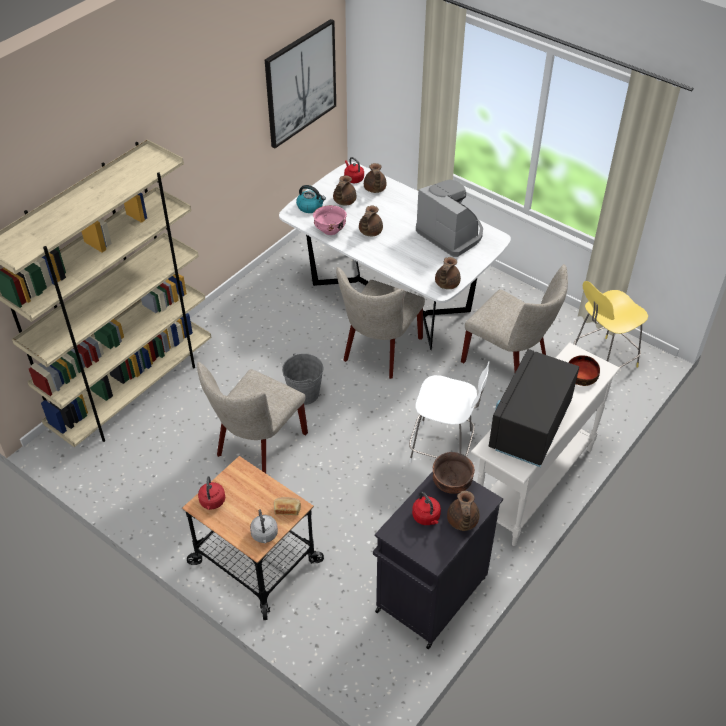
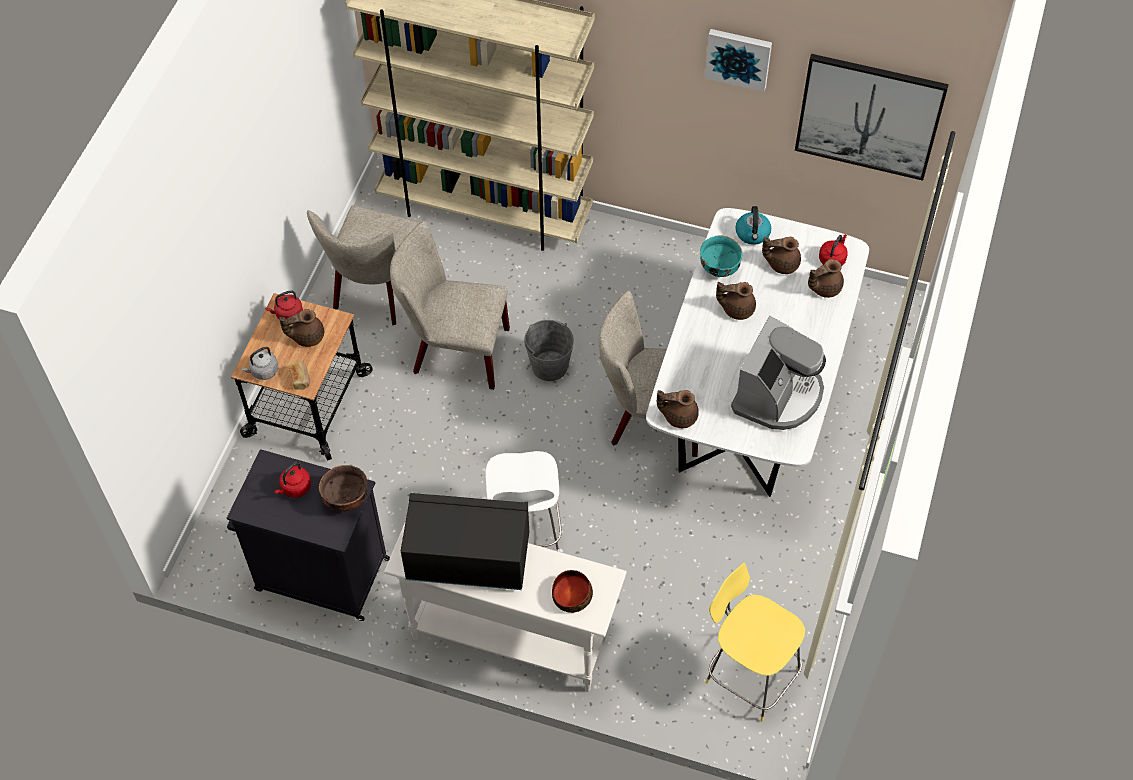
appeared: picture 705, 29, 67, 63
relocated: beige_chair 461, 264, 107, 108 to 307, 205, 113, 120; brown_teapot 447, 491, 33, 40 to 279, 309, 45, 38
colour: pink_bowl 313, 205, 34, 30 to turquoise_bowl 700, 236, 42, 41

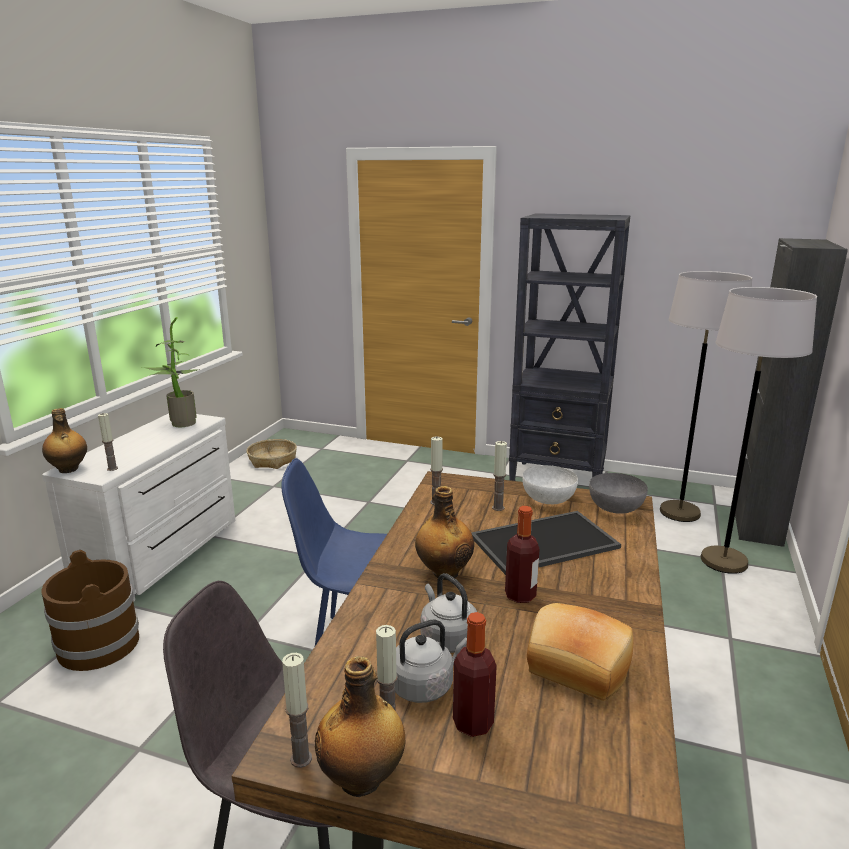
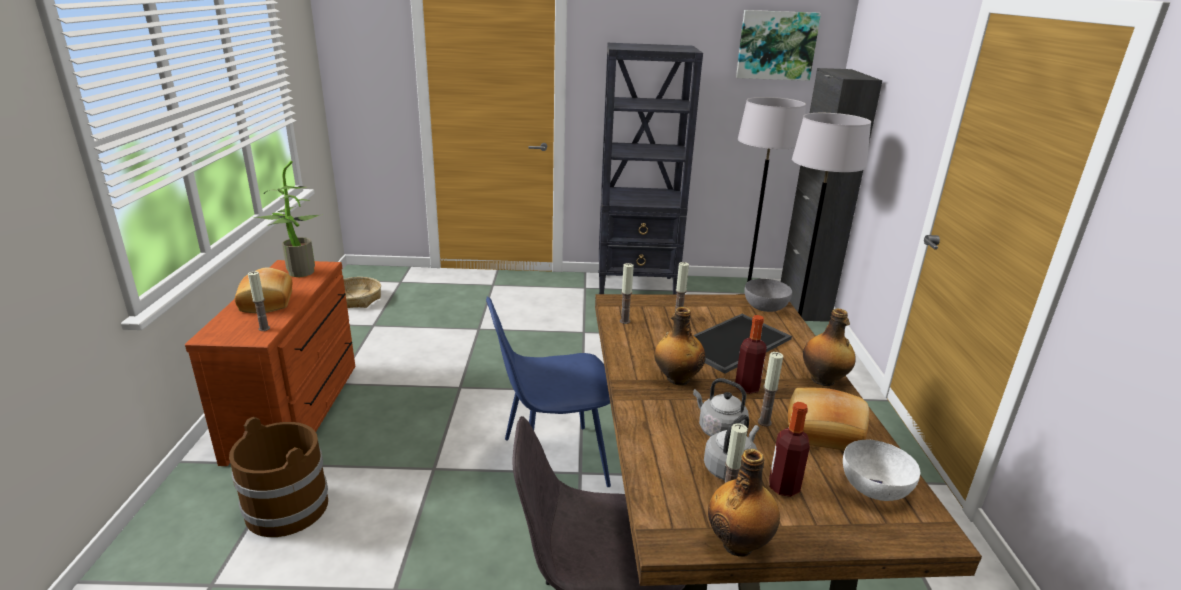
appeared: picture 736, 10, 85, 71; bread 235, 267, 57, 46
relocated: bottle 42, 408, 45, 65 to 803, 308, 53, 78; white_bowl 522, 465, 56, 39 to 843, 440, 77, 61; candle 282, 653, 30, 115 to 758, 352, 25, 75
colour: white_dresser 42, 414, 193, 188 to brown_dresser 185, 260, 170, 206

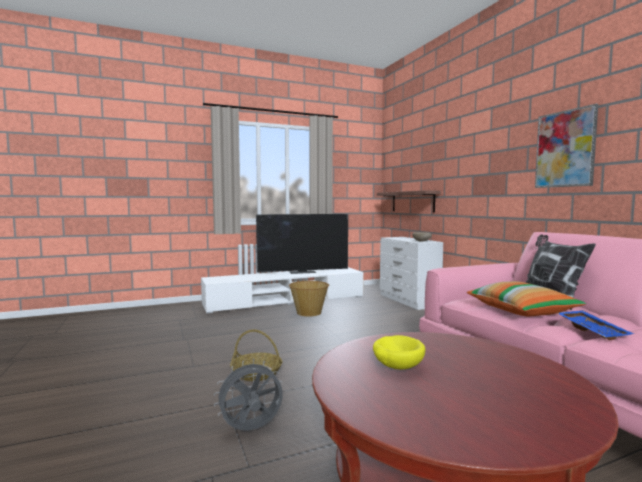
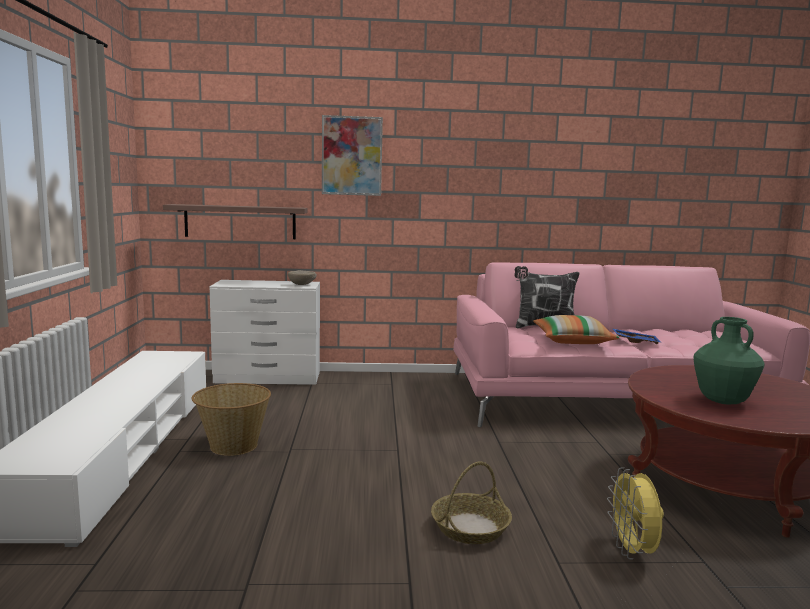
missing: television 256, 214, 92, 60
relocated: picture 535, 104, 63, 84 to 322, 115, 61, 81
exchanged: yellow_bowl 373, 335, 52, 34 to green_vase 693, 317, 72, 87
colour: grey_fan 214, 359, 69, 71 to yellow_fan 607, 467, 57, 93

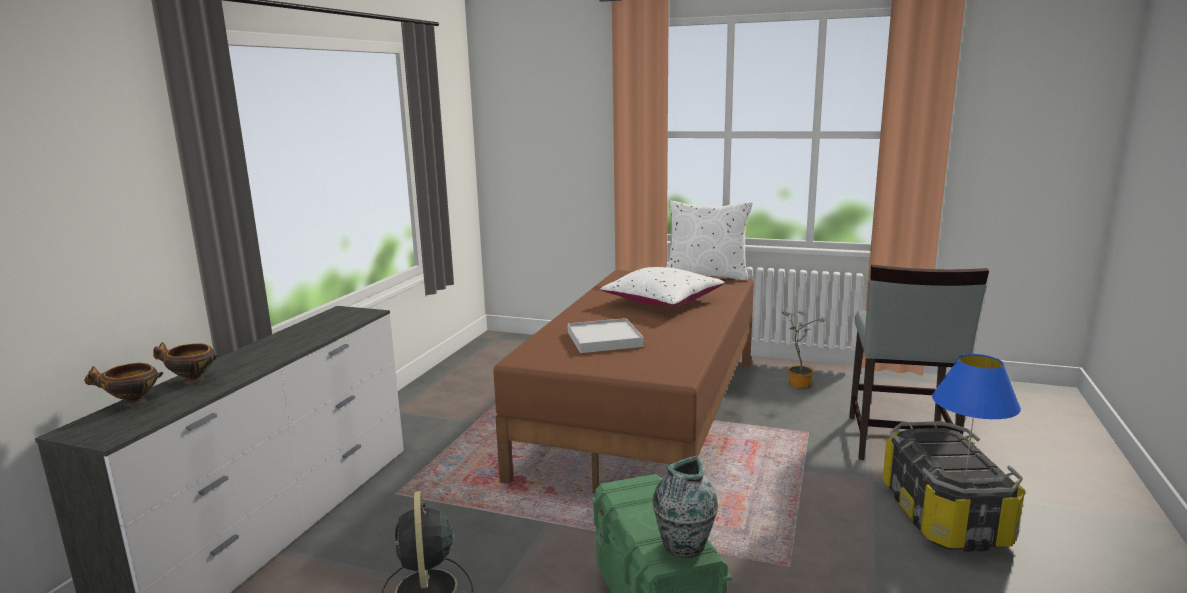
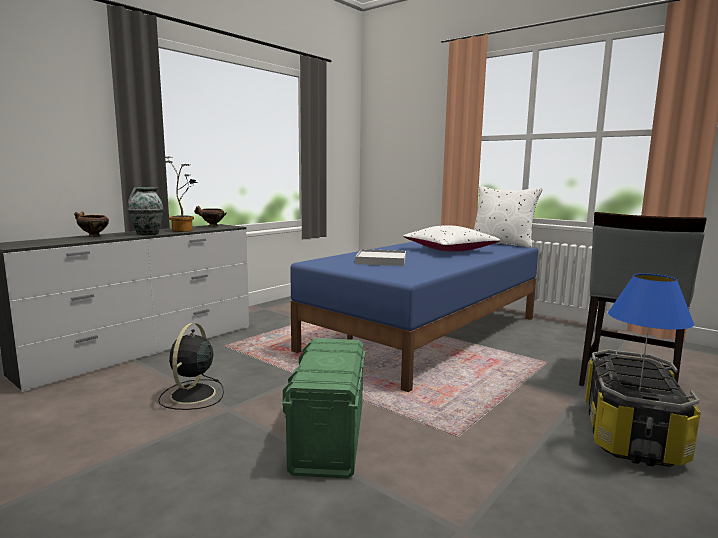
relocated: potted_plant 782, 311, 45, 78 to 164, 157, 34, 75; bowl 84, 363, 79, 43 to 194, 206, 33, 20; vase 652, 456, 66, 102 to 128, 187, 36, 48
colour: brown_bed 493, 270, 261, 223 to blue_bed 290, 242, 248, 150

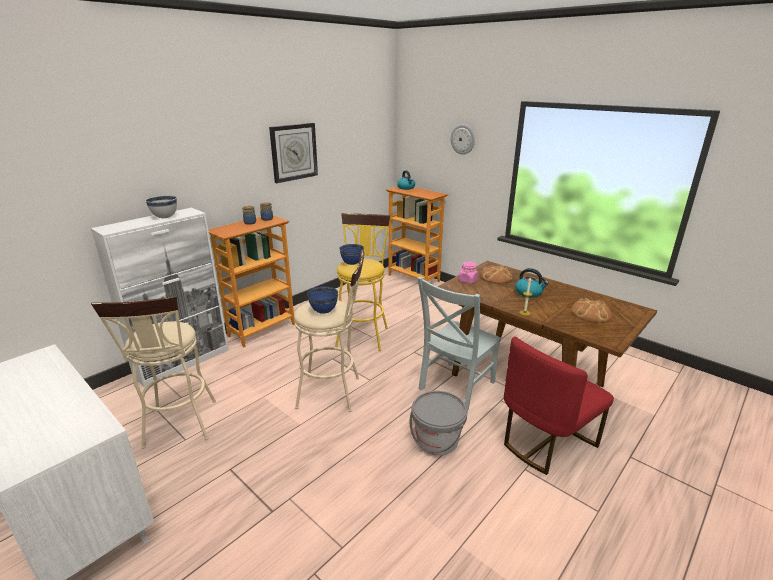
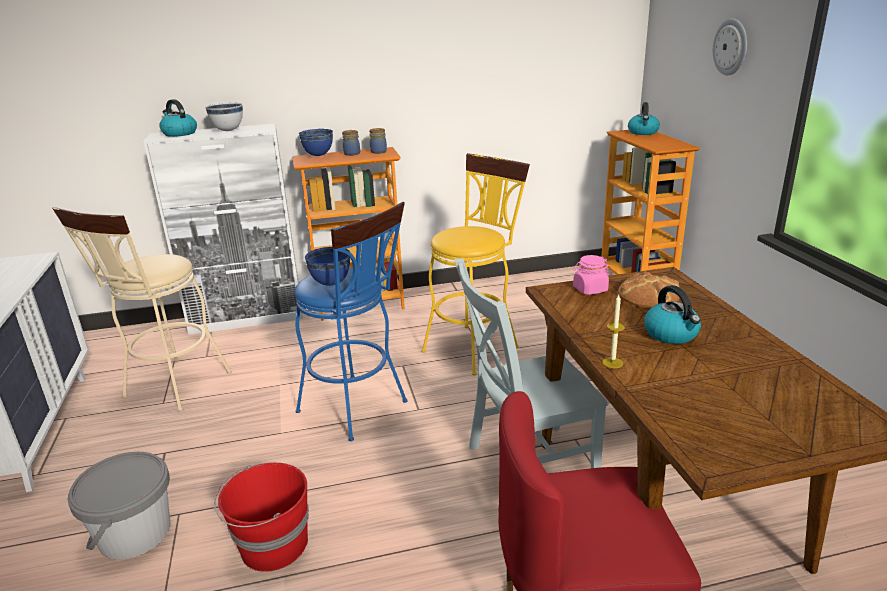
missing: wall_clock 269, 123, 49, 60; bread 571, 298, 41, 25
appeared: kettle 159, 99, 38, 38; red_bucket 214, 463, 95, 109
relocated: blue_bowl 339, 244, 25, 21 to 299, 129, 34, 27; grey_bucket 410, 391, 58, 65 to 68, 452, 103, 108
colour: beige_stool 294, 249, 70, 163 to blue_stool 294, 202, 114, 239

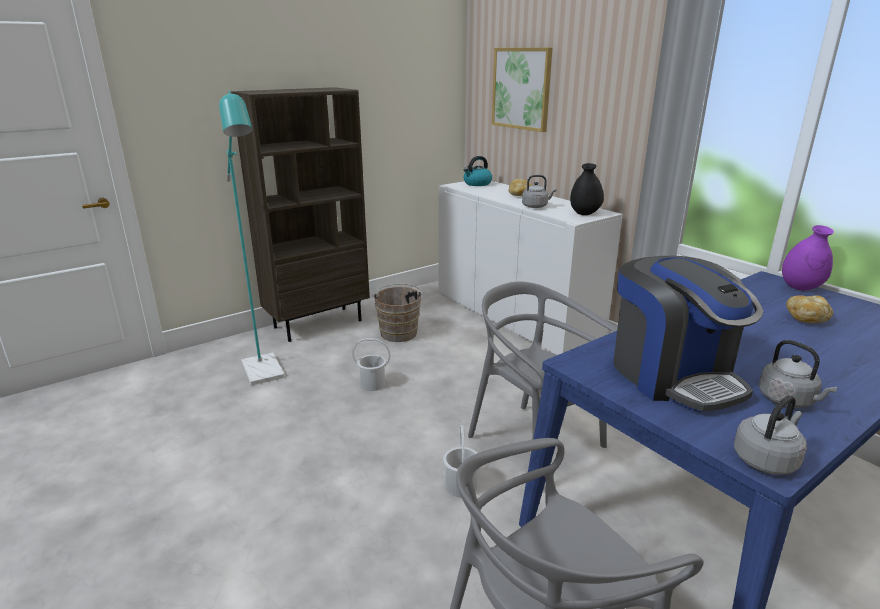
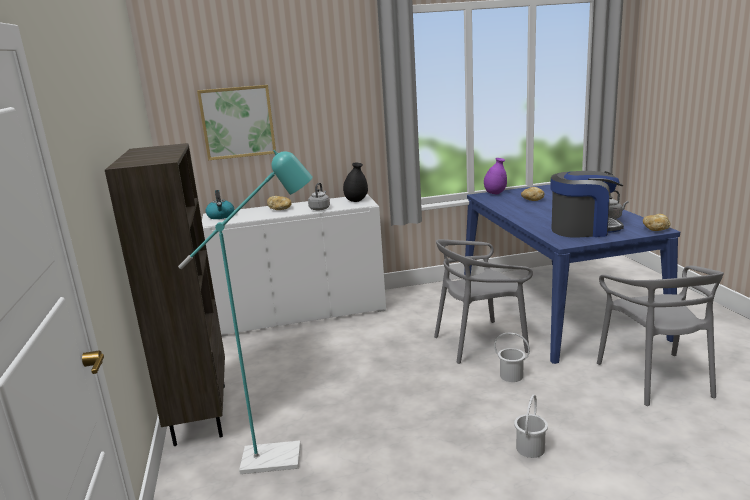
missing: brown_bucket 372, 284, 52, 58
relocated: white_bucket 352, 338, 38, 53 to 514, 395, 34, 63
exchanged: grey_kettle 734, 395, 73, 80 to bread 643, 214, 28, 17

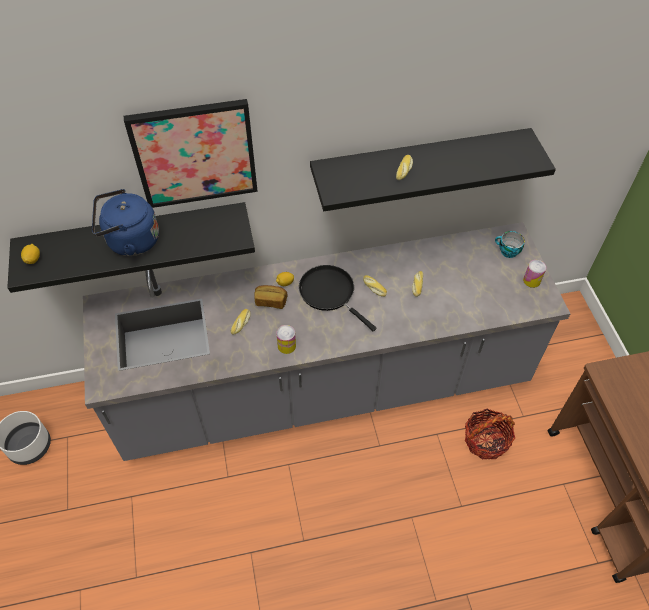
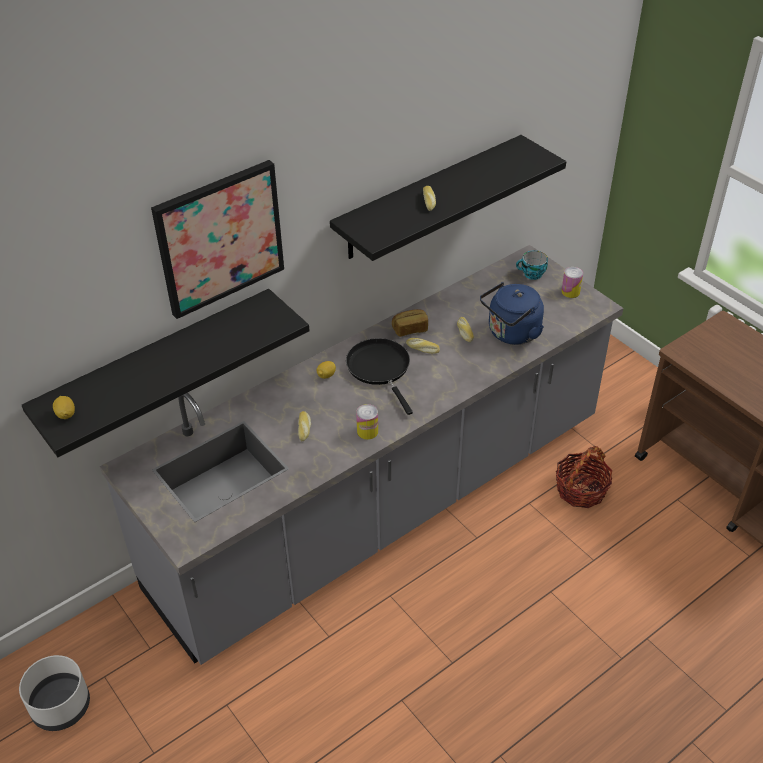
relocated: blue_kettle 92, 189, 67, 67 to 480, 282, 64, 63; bread 254, 285, 34, 24 to 392, 309, 36, 28
spun: black_frying_pan 299, 265, 77, 66 = 346, 338, 67, 77 45 degrees clockwise

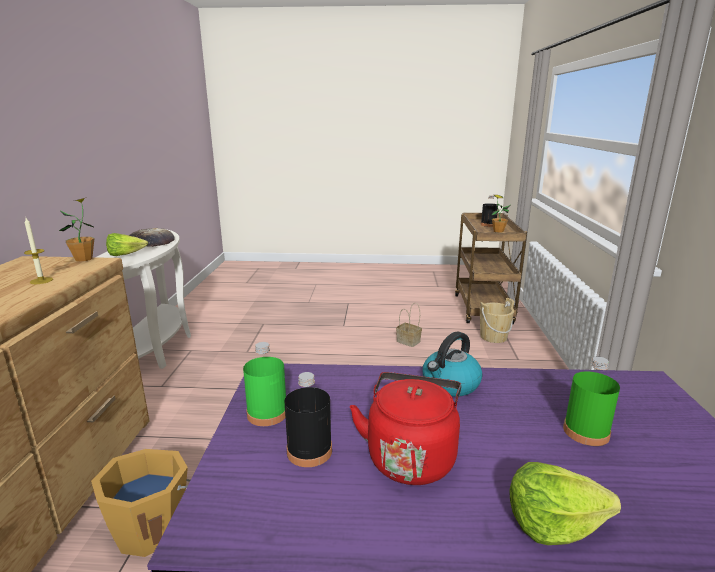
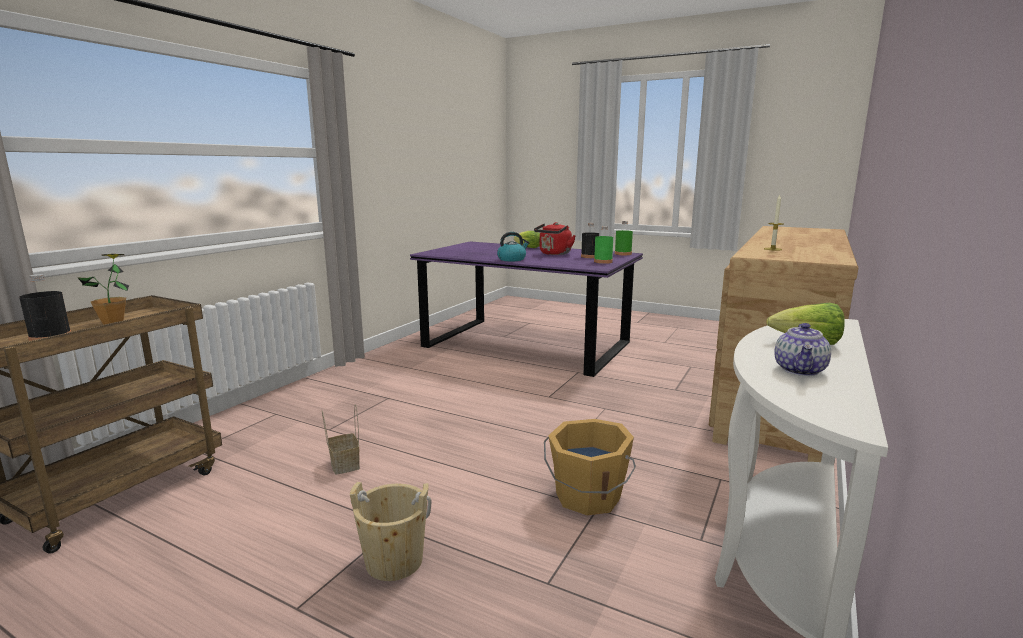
missing: potted_plant 59, 197, 36, 65
relocated: beige_bucket 480, 298, 35, 45 to 350, 482, 82, 99; green_bottle 563, 356, 57, 90 to 615, 221, 18, 34; orange_bucket 91, 449, 100, 108 to 544, 419, 92, 96
exchanged: bread 129, 228, 45, 19 to teapot 774, 323, 57, 53

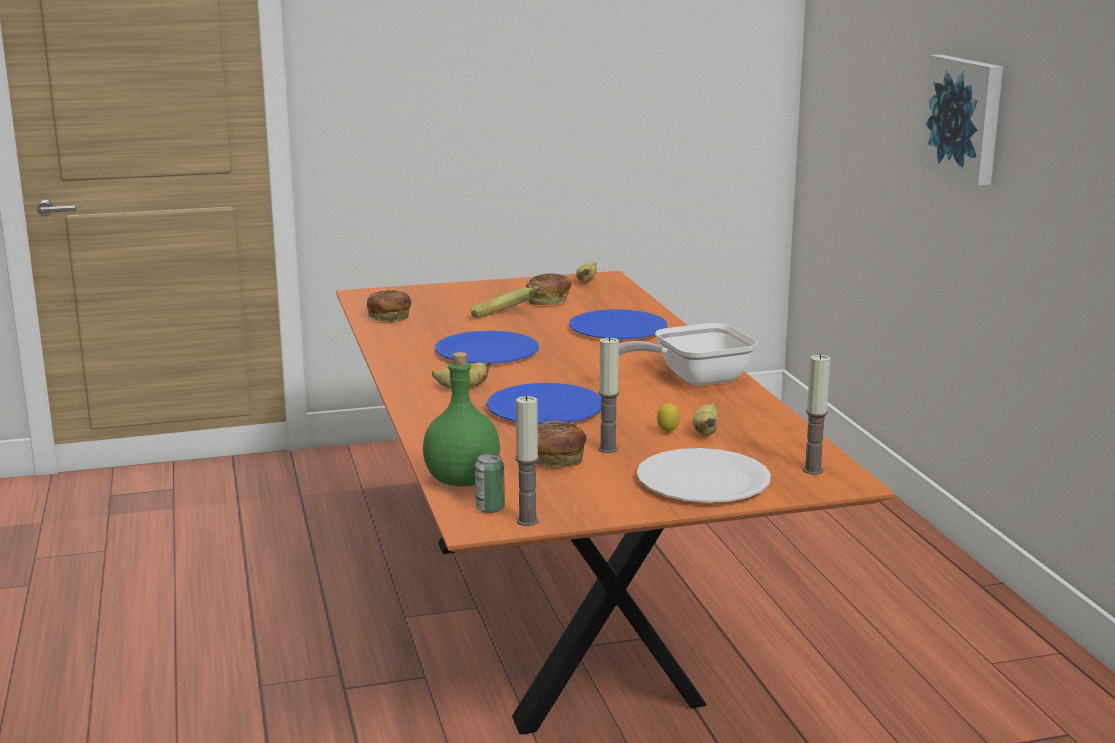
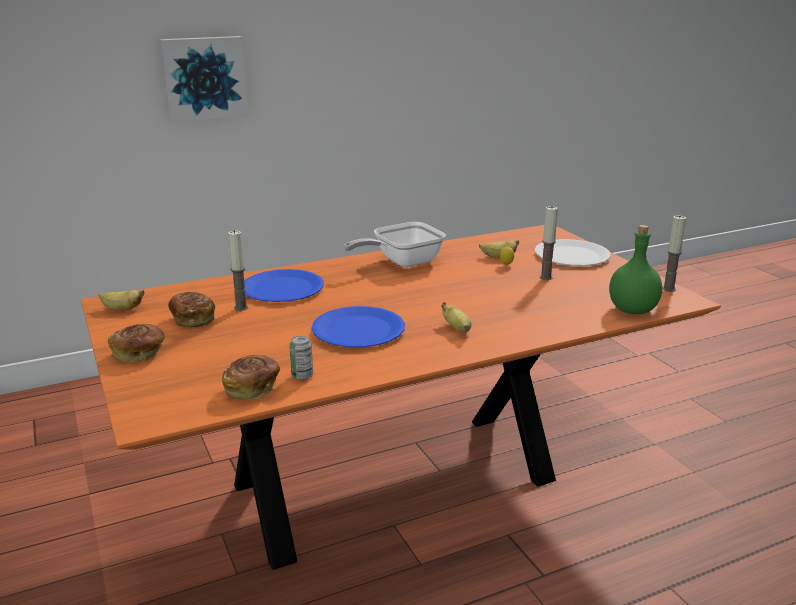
missing: banana 471, 287, 71, 31; blue_plate 487, 383, 115, 41
relocated: candle 803, 354, 27, 121 to 228, 230, 20, 81; bread 536, 421, 51, 46 to 108, 324, 57, 39; can 475, 453, 30, 60 to 289, 336, 24, 44
spun: frying_pan 619, 323, 139, 63 = 344, 222, 102, 45 90 degrees clockwise

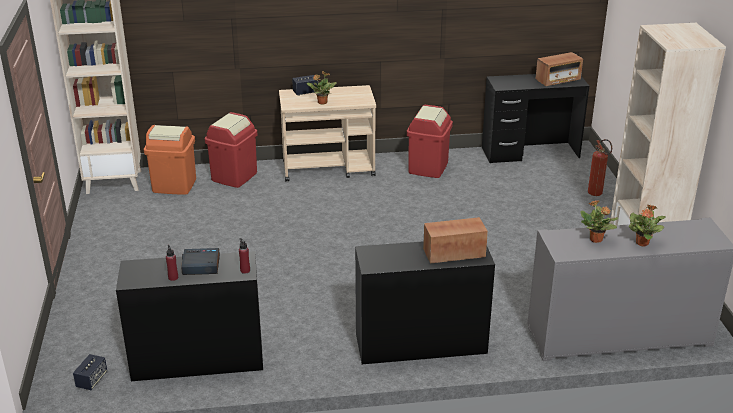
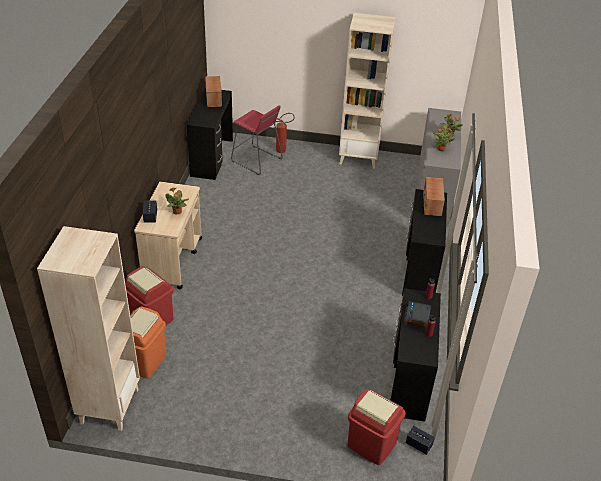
appeared: red_stool 231, 105, 52, 70
relocated: red_trash_can 407, 105, 46, 73 to 347, 389, 59, 76

